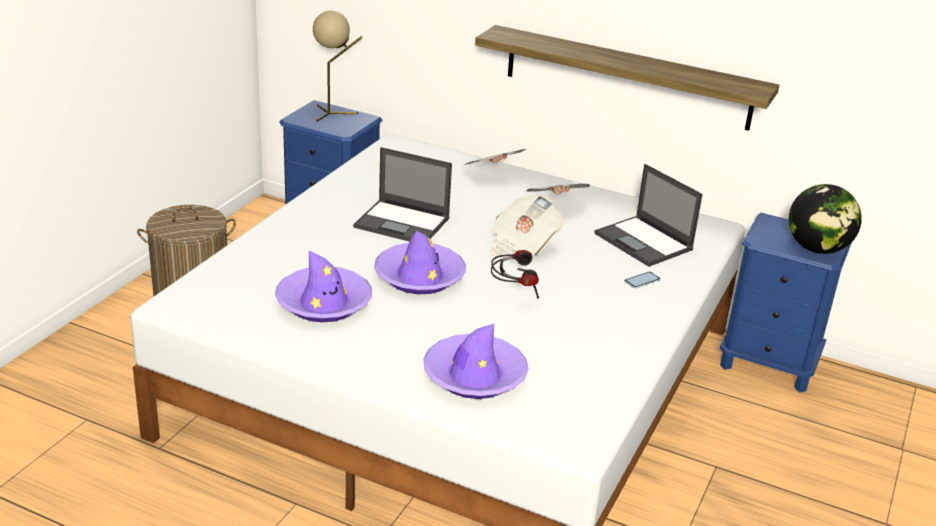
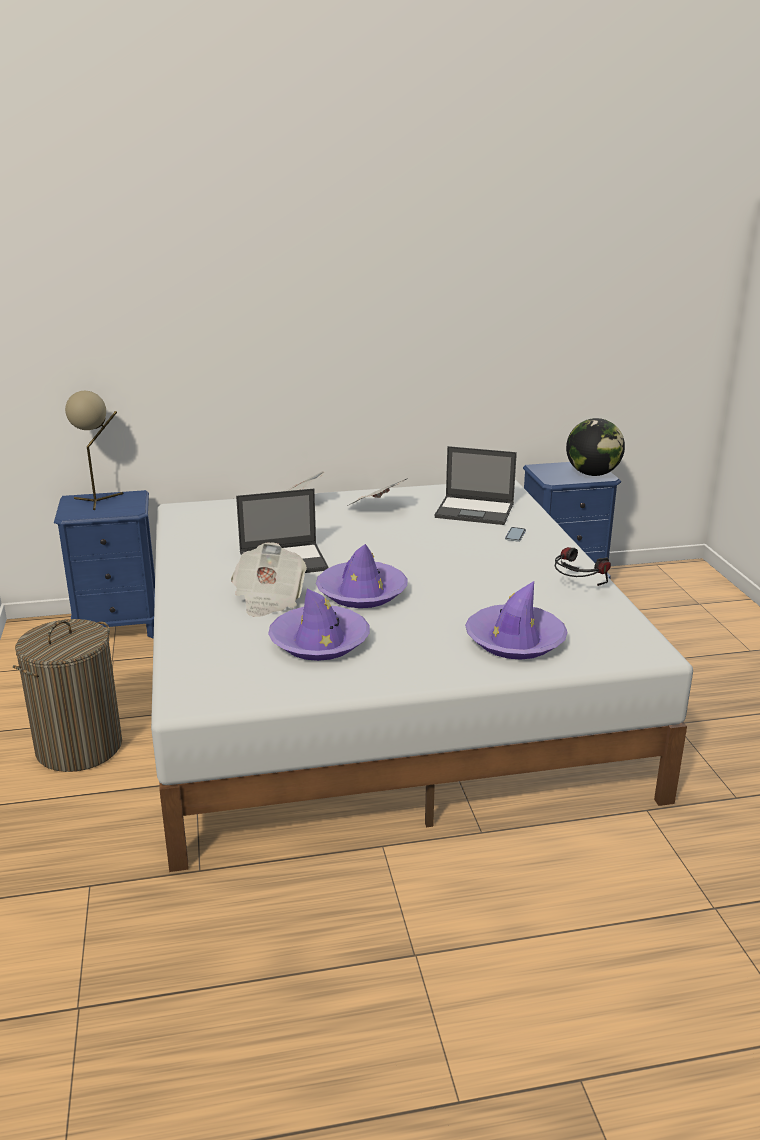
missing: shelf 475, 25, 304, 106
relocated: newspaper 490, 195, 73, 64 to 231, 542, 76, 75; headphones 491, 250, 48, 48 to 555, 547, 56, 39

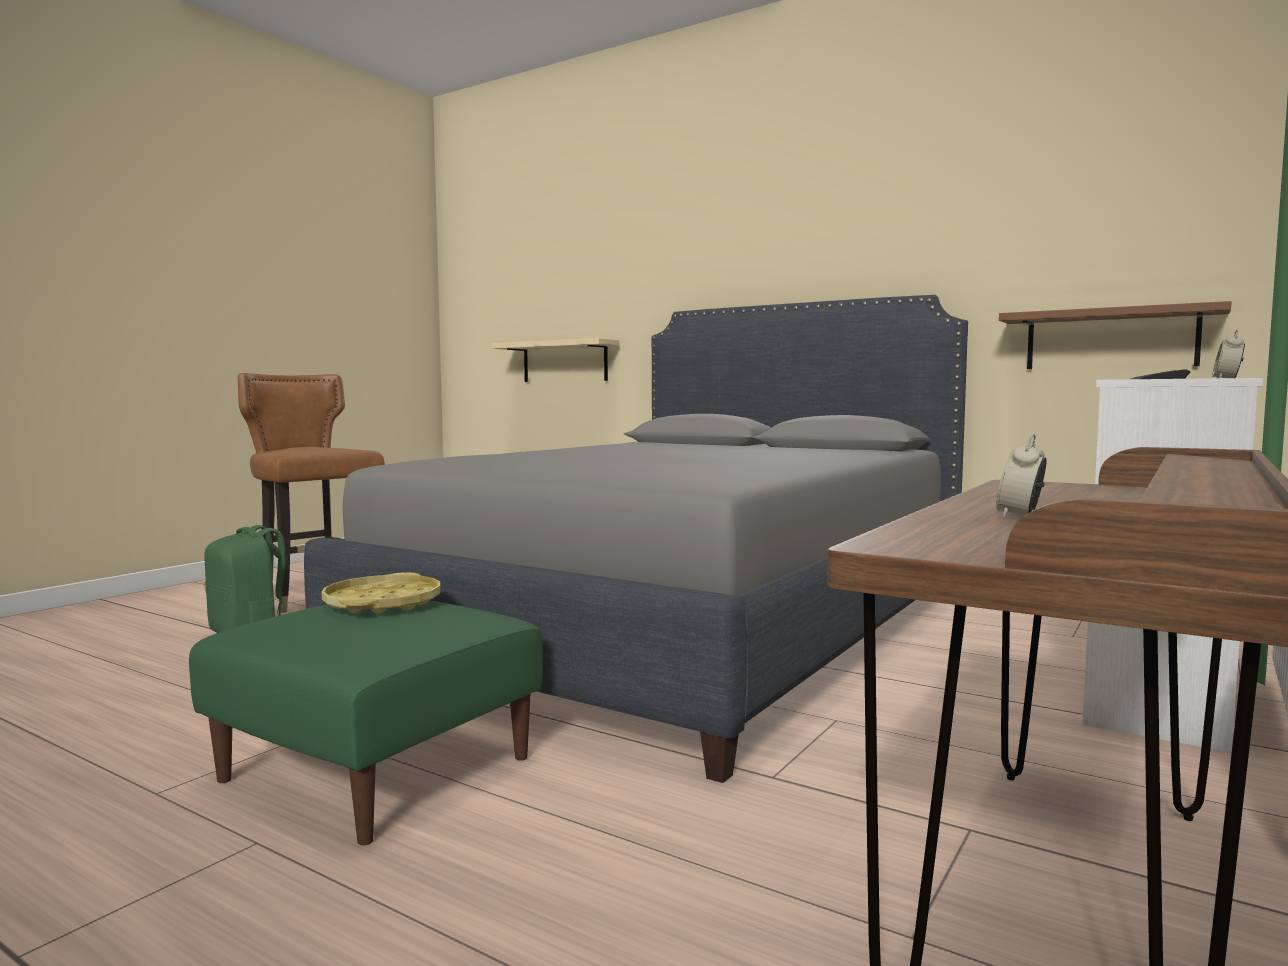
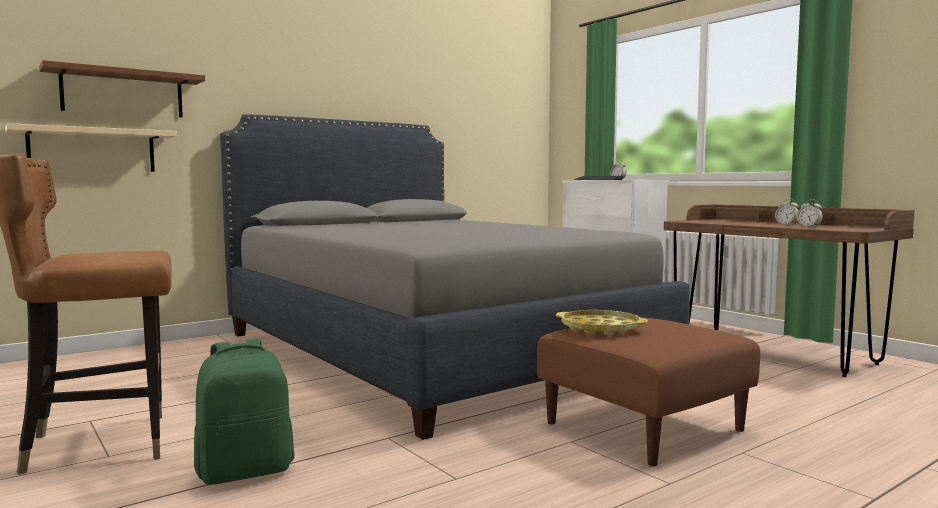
appeared: alarm_clock 797, 199, 26, 29
relocated: brown_shelf 999, 301, 233, 68 to 39, 60, 166, 57
colour: green_ottoman 189, 600, 354, 245 to brown_ottoman 537, 317, 223, 149

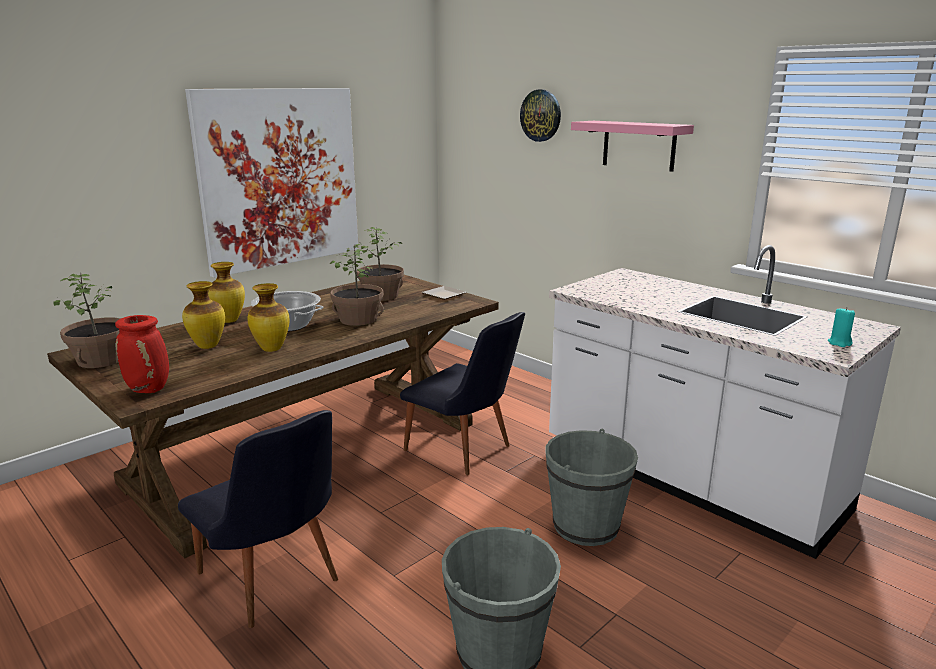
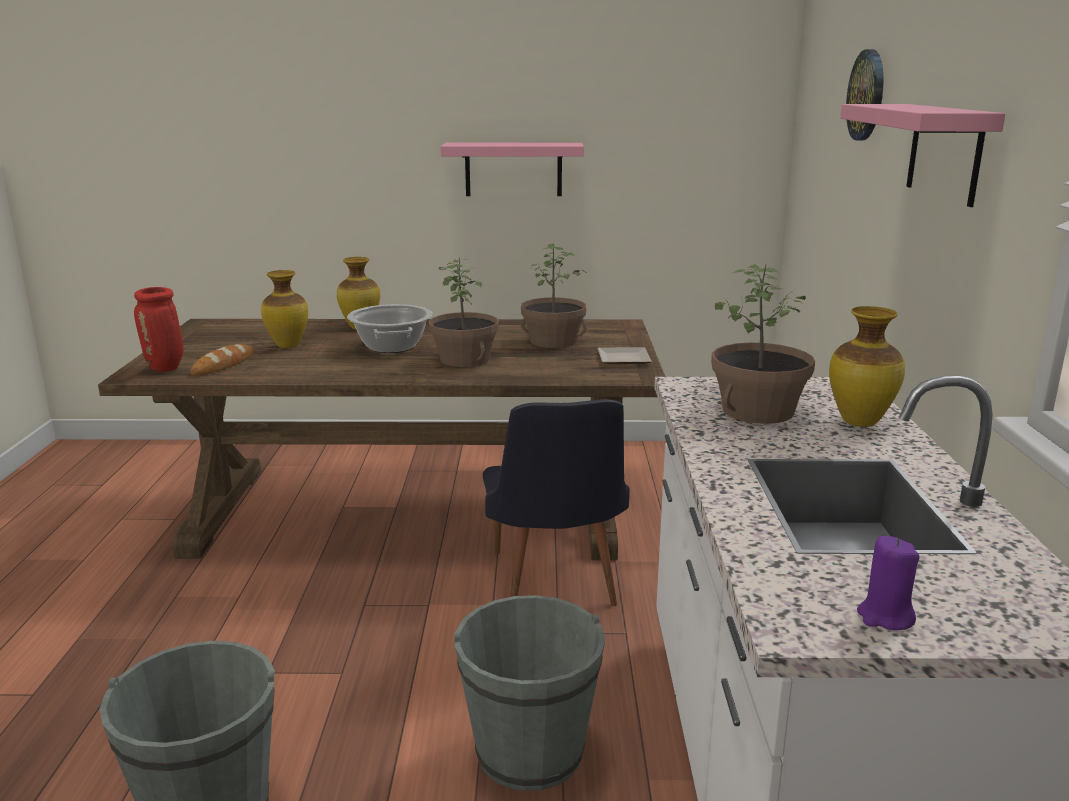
missing: black_chair 178, 410, 160, 218
appeared: bread 190, 344, 64, 32
relocated: potted_plant 53, 273, 68, 95 to 711, 264, 104, 160; vase 248, 283, 41, 69 to 829, 306, 76, 121
exchanged: picture 185, 88, 174, 190 to pink_shelf 440, 143, 144, 53
colour: turquoise_candle 828, 307, 27, 40 to purple_candle 857, 536, 63, 94

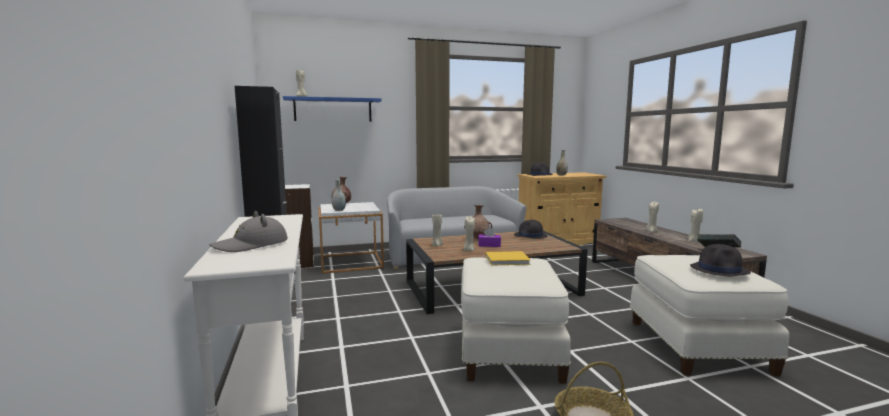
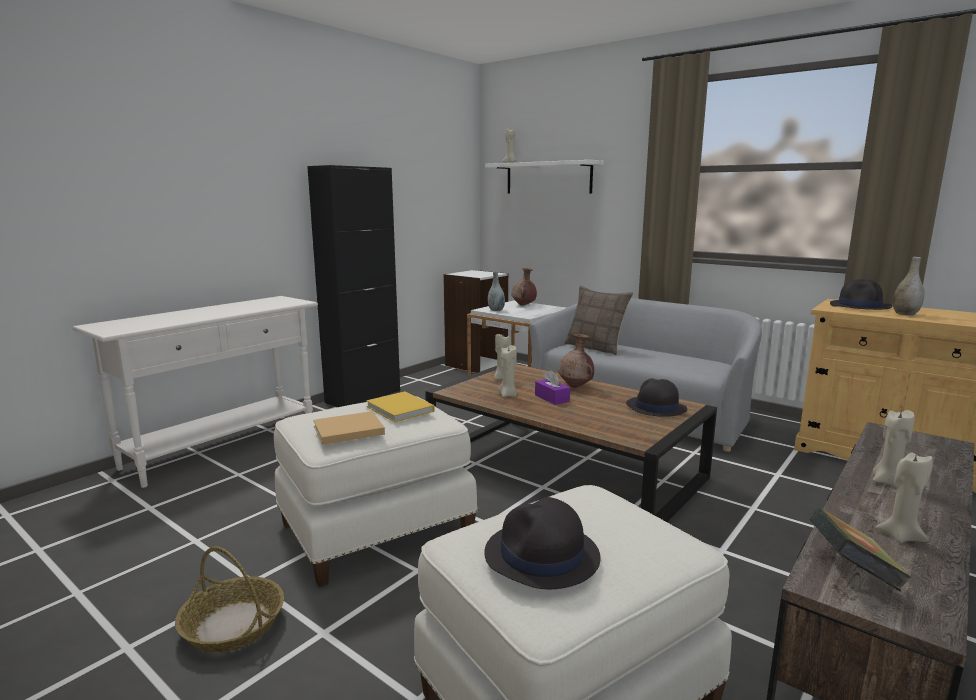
missing: grey_hat 209, 211, 79, 41
appeared: pillow 565, 285, 68, 70; beige_book 313, 411, 72, 34
colour: blue_shelf 283, 96, 99, 26 to white_shelf 485, 160, 119, 34

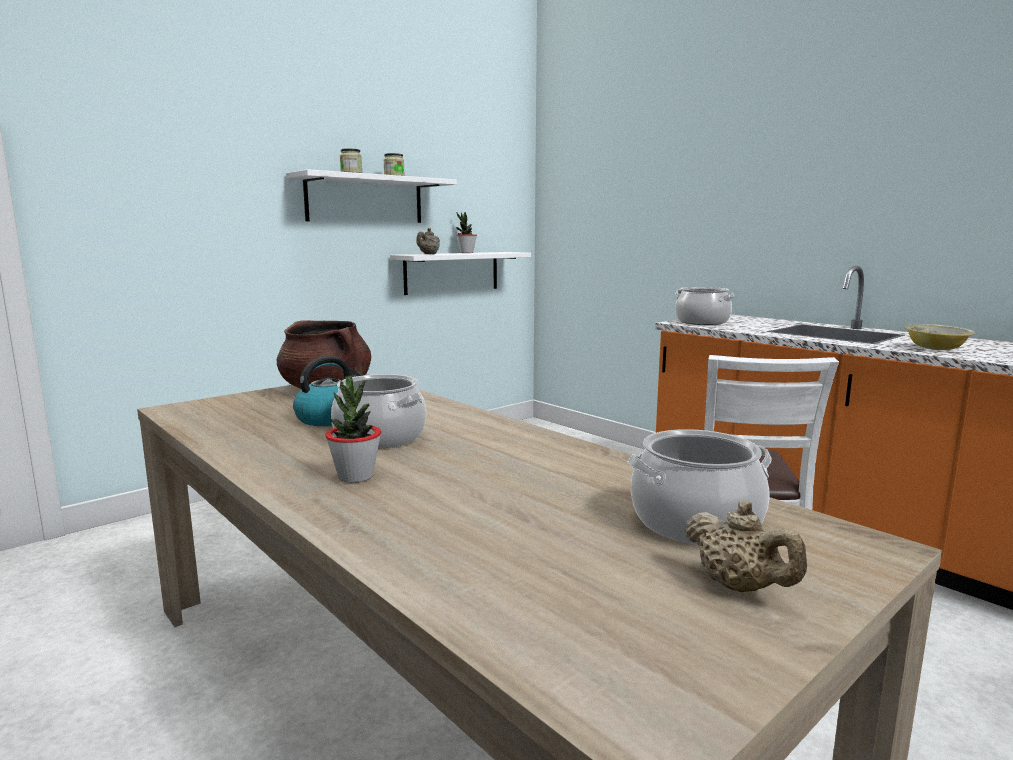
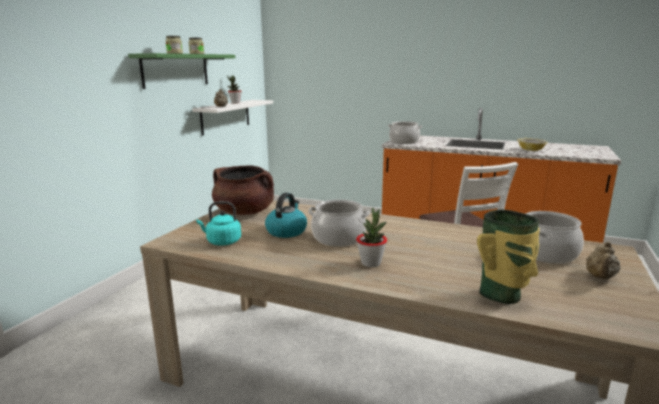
appeared: turquoise_kettle 196, 201, 45, 45; vase 477, 210, 63, 94
colour: white_shelf 286, 169, 171, 54 to green_shelf 128, 53, 107, 36
spun: beige_teapot 684, 500, 123, 92 = 586, 242, 35, 37 90 degrees clockwise

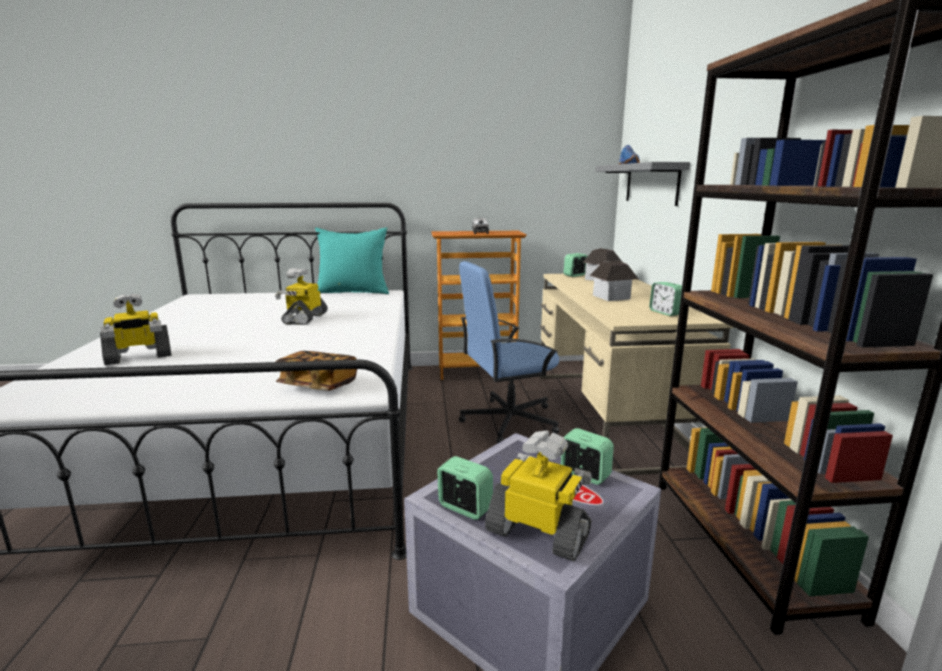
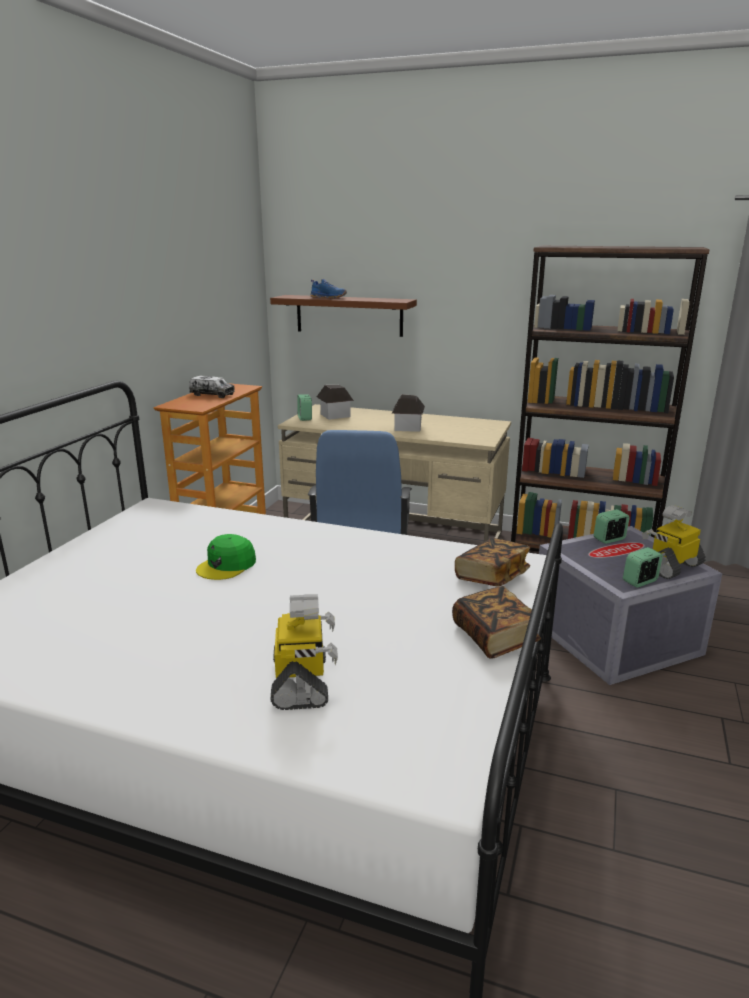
missing: turquoise_pillow 315, 227, 74, 67; alarm_clock 649, 282, 33, 34
appeared: book 452, 586, 89, 73
exchanged: toy_robot 275, 268, 53, 57 to green_cap 196, 534, 60, 46
colour: grey_shelf 595, 162, 95, 44 to brown_shelf 270, 295, 147, 42

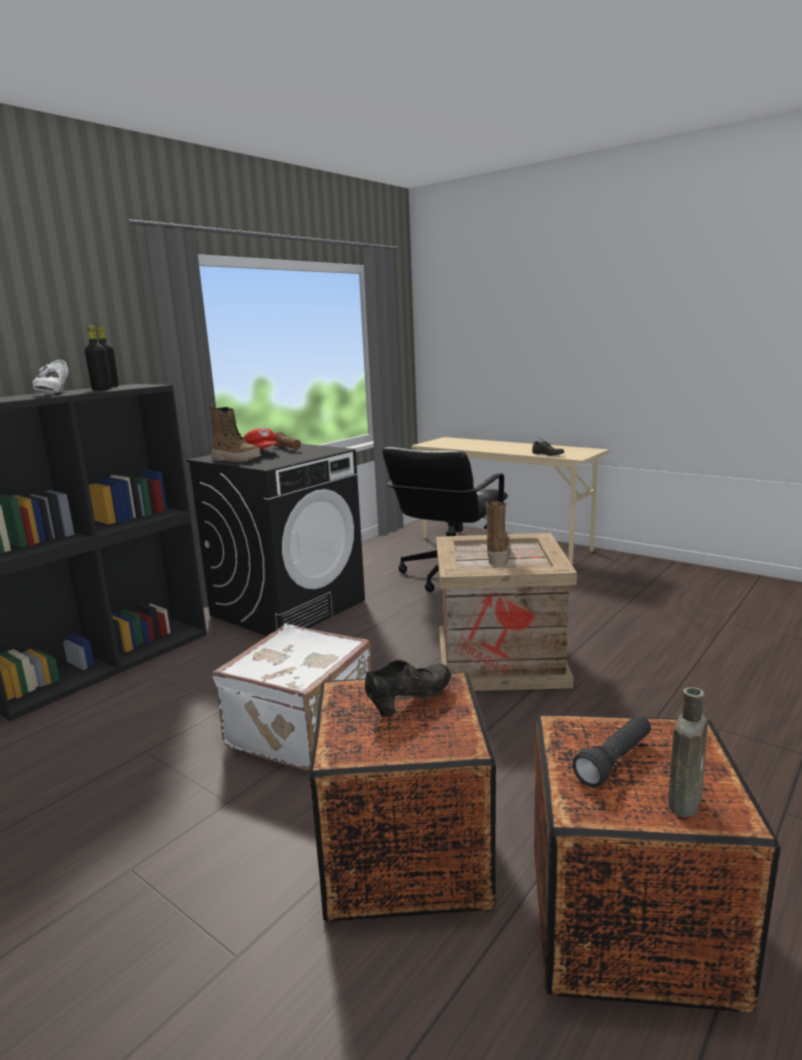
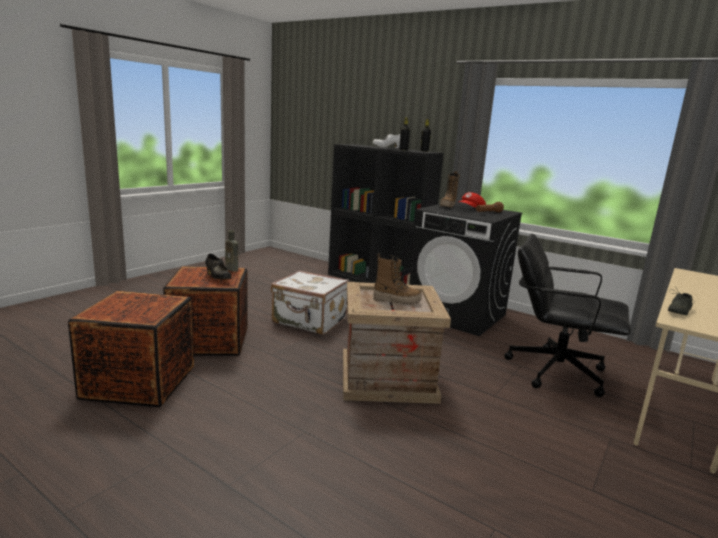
missing: black_flashlight 573, 715, 78, 72
relocated: brown_bottle 668, 687, 40, 130 to 225, 230, 13, 42

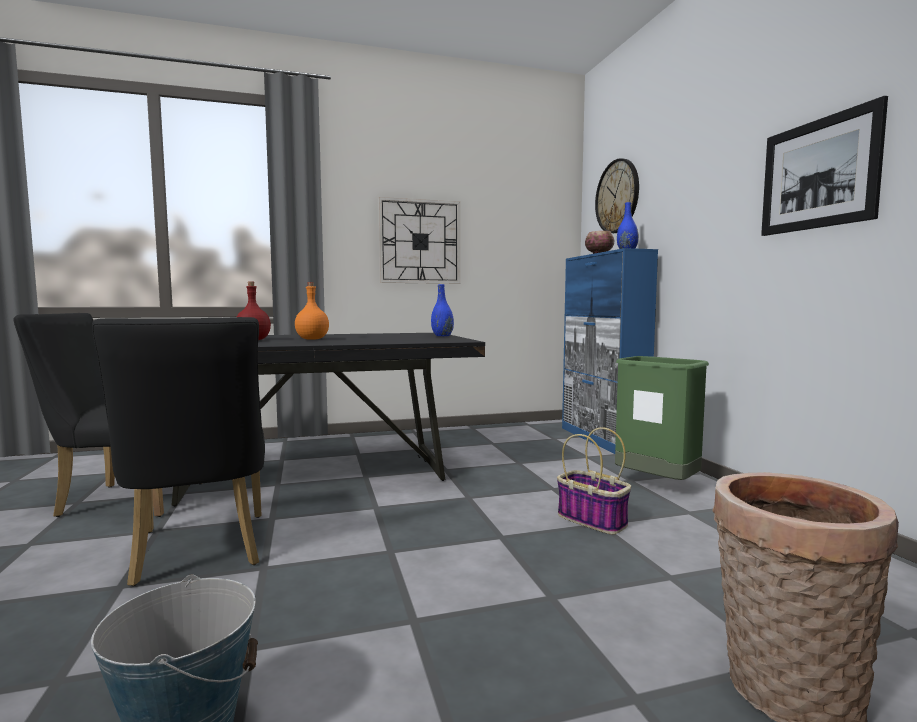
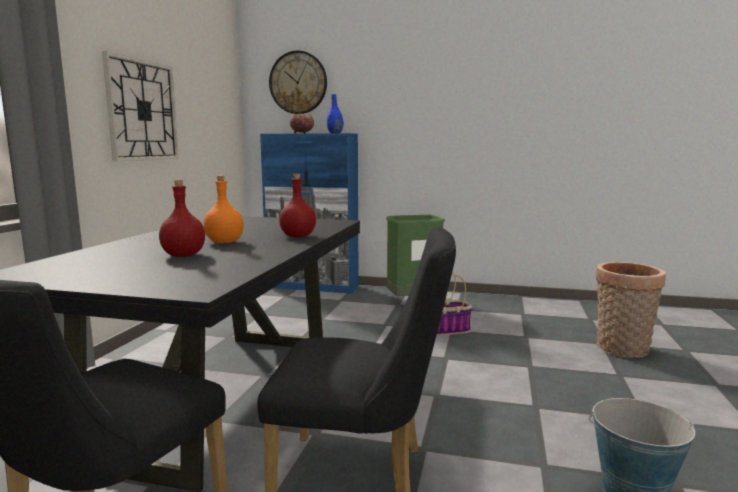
missing: picture 761, 96, 127, 140; blue_vase 431, 284, 23, 52
appeared: red_bottle 279, 174, 37, 63

